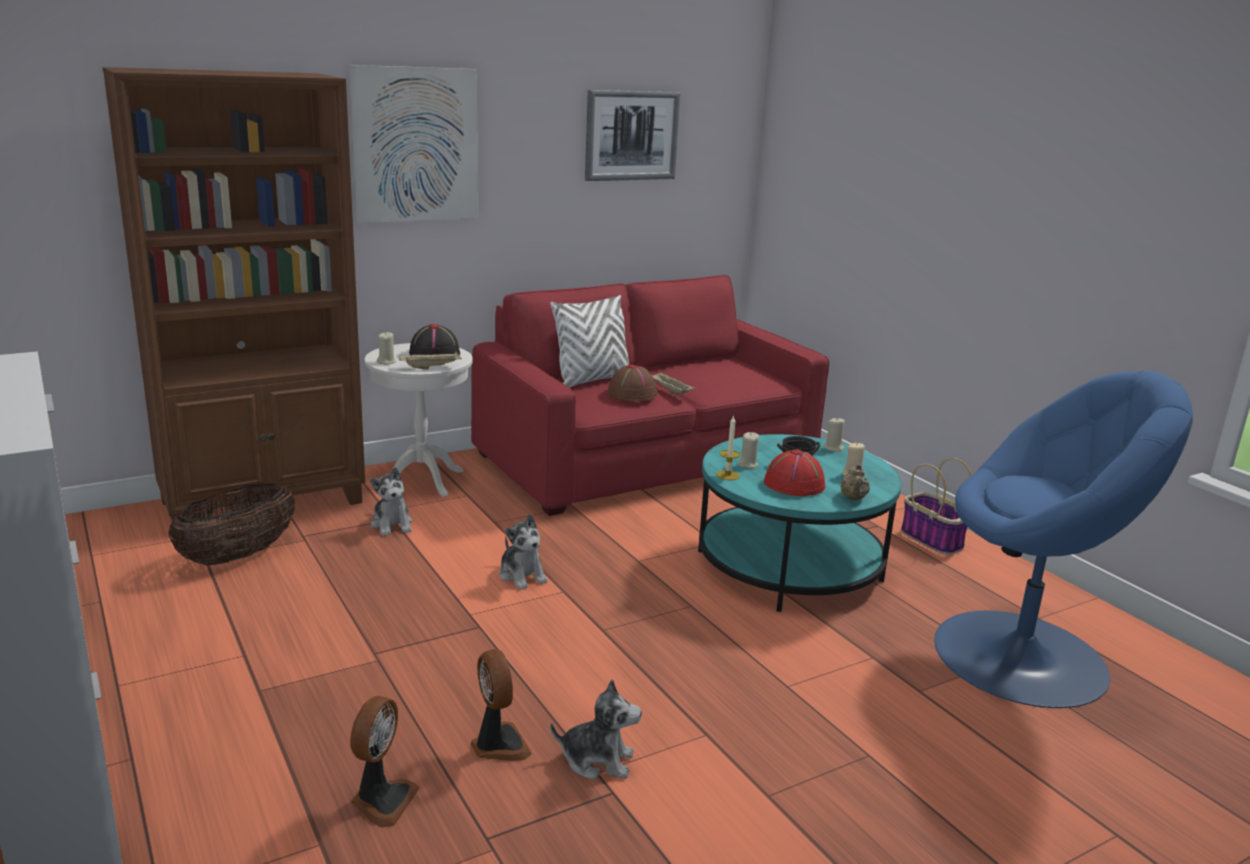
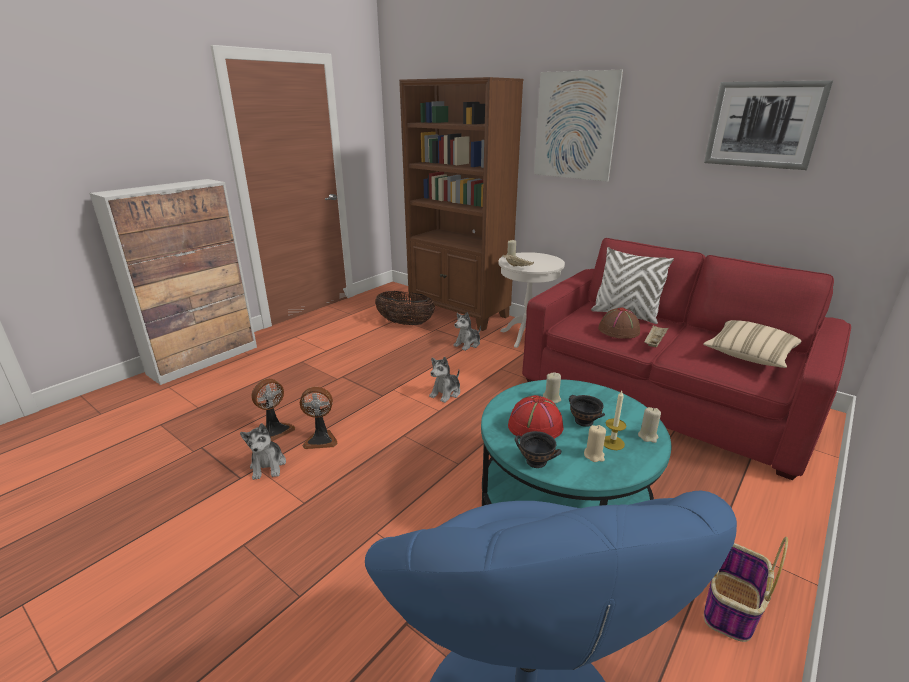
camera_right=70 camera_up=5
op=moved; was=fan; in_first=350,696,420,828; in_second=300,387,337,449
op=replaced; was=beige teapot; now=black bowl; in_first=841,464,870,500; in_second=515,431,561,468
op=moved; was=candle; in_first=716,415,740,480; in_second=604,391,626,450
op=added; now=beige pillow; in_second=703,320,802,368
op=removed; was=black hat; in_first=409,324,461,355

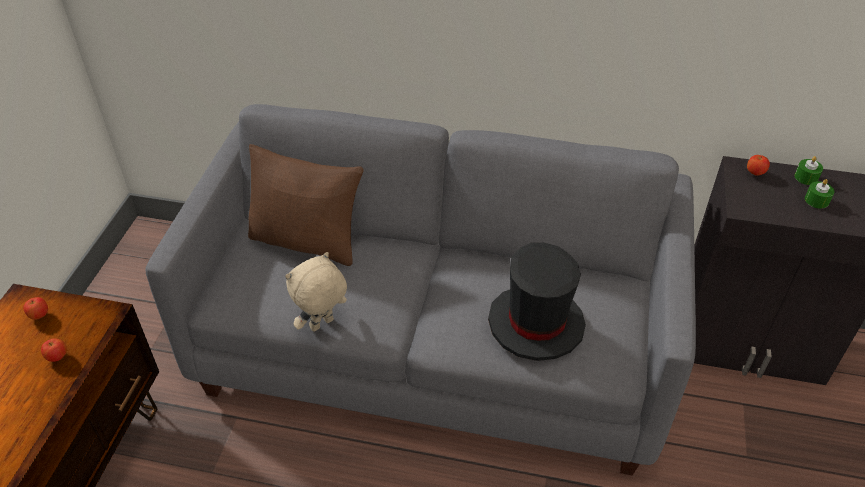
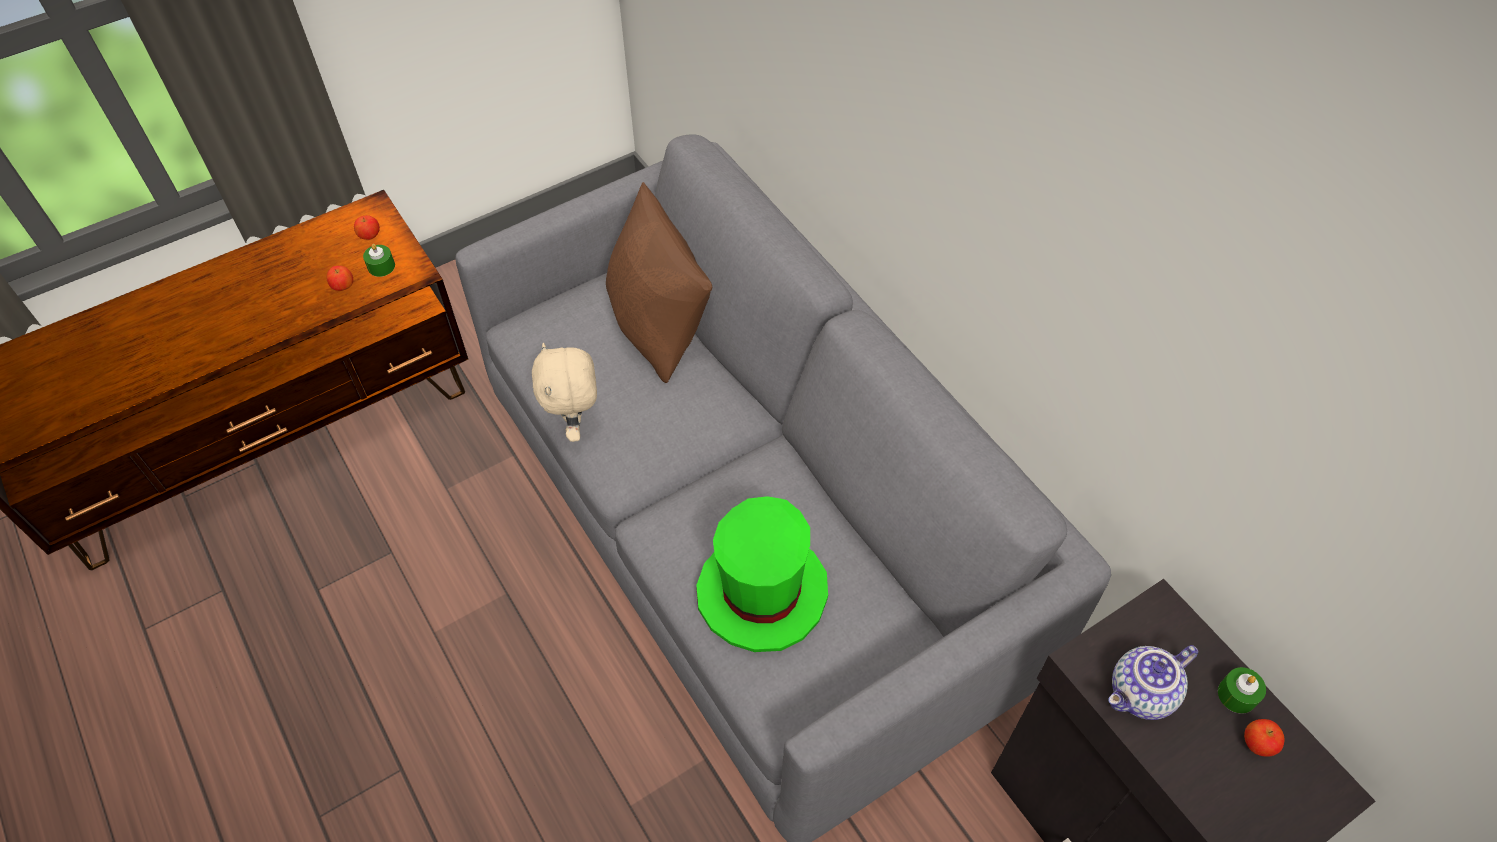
camera_right=45 camera_up=10
op=moved; was=green candle; in_first=805,179,835,209; in_second=363,244,395,277
op=turned; was=beige plush toy; in_first=285,252,347,332; in_second=532,343,597,442; clockwise=-105
op=recoloured; was=black hat; now=green hat; in_first=488,243,586,361; in_second=696,496,828,652
op=added; now=teapot; in_second=1108,645,1198,720
op=moved; was=apple; in_first=747,155,770,176; in_second=1244,719,1284,757

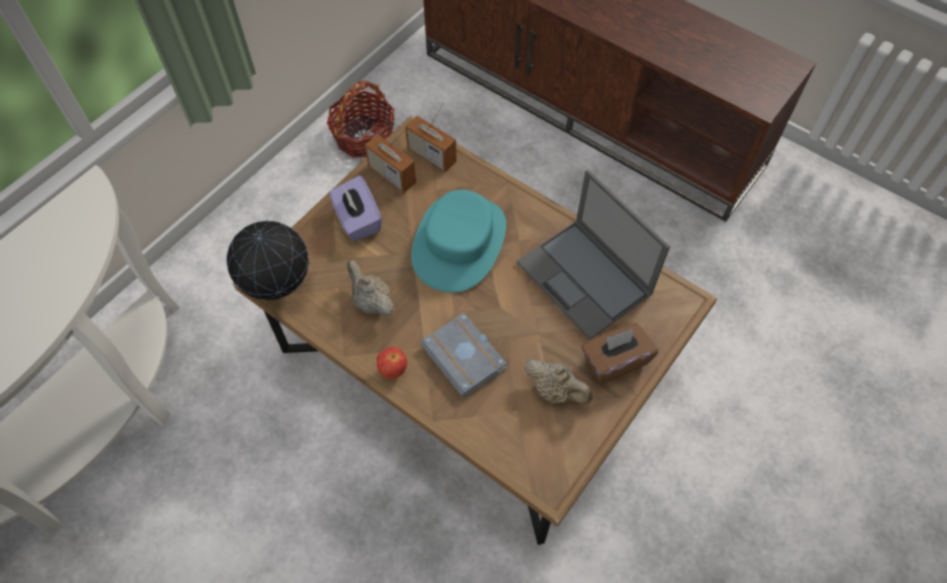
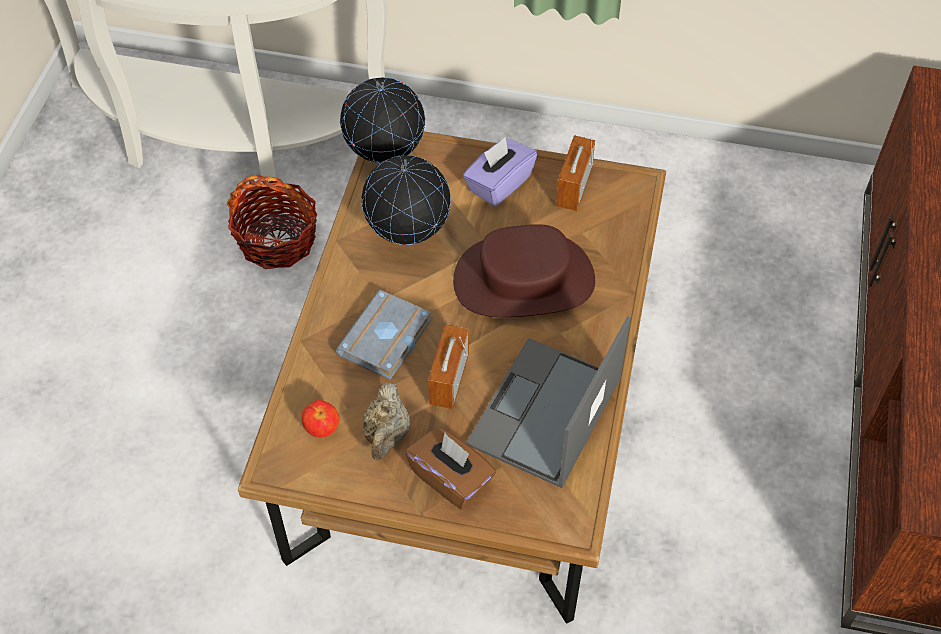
camera_right=65 camera_up=-5
op=moved; was=basket; in_first=327,81,395,158; in_second=227,175,317,269
op=moved; was=apple; in_first=377,347,407,379; in_second=302,399,340,437
op=replaced; was=beige teapot; now=globe; in_first=347,260,394,316; in_second=361,155,451,245
op=moved; was=radio; in_first=405,103,457,172; in_second=428,324,469,409
op=recoloured; was=turquoise hat; now=brown hat; in_first=411,190,506,293; in_second=453,224,595,317

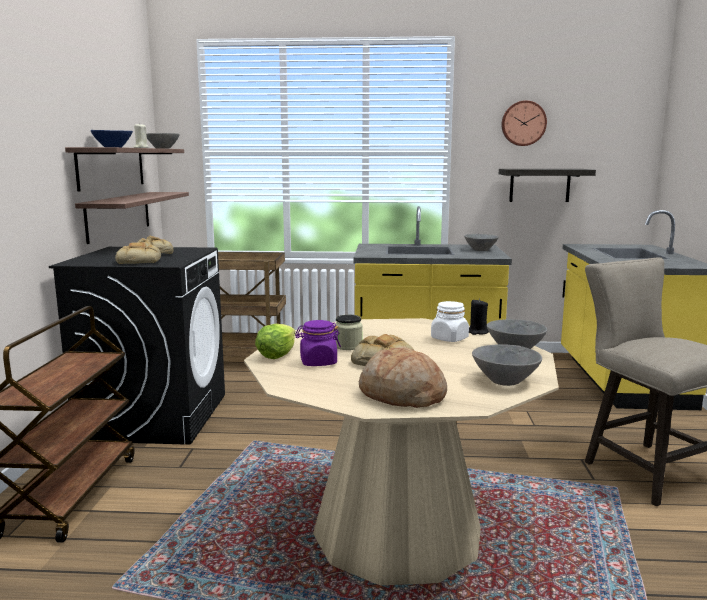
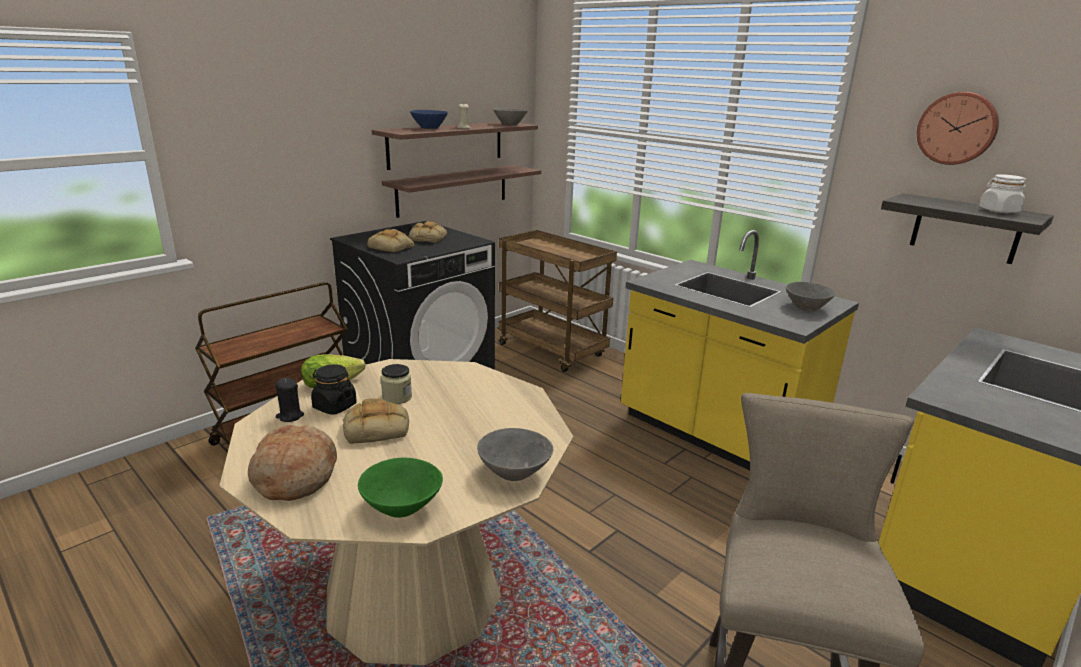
camera_right=40 camera_up=10
op=moved; was=black candle; in_first=469,299,489,335; in_second=275,378,304,422
op=recoloured; was=purple jar; now=black jar; in_first=295,320,341,366; in_second=311,364,357,415
op=recoloured; was=grey bowl; now=green bowl; in_first=472,344,542,386; in_second=358,458,443,517
op=moved; was=white jar; in_first=431,301,469,342; in_second=979,174,1026,213

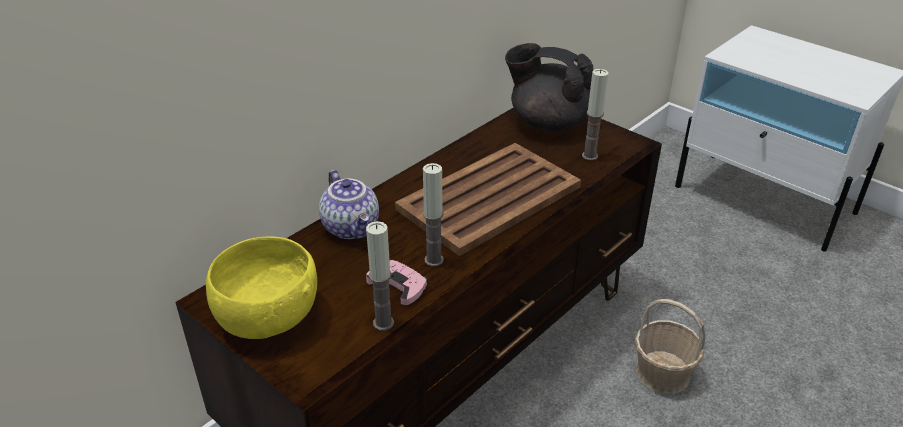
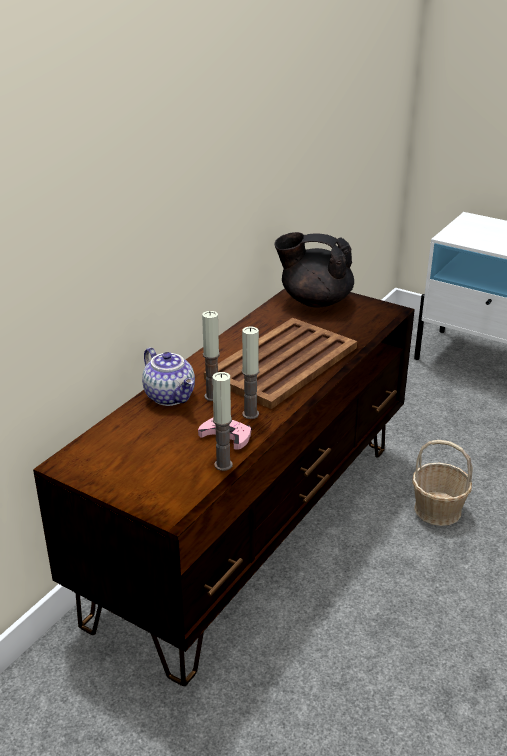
camera_right=-10 camera_up=-5
op=moved; was=candle; in_first=582,69,608,161; in_second=202,311,220,401
op=removed; was=yellow bowl; in_first=206,237,317,339

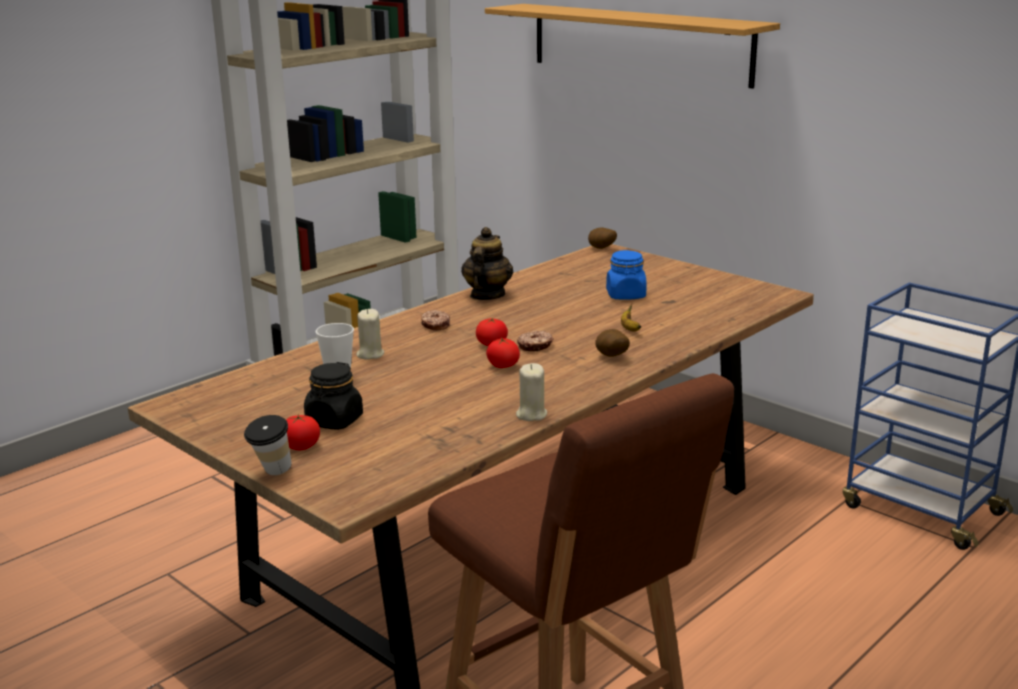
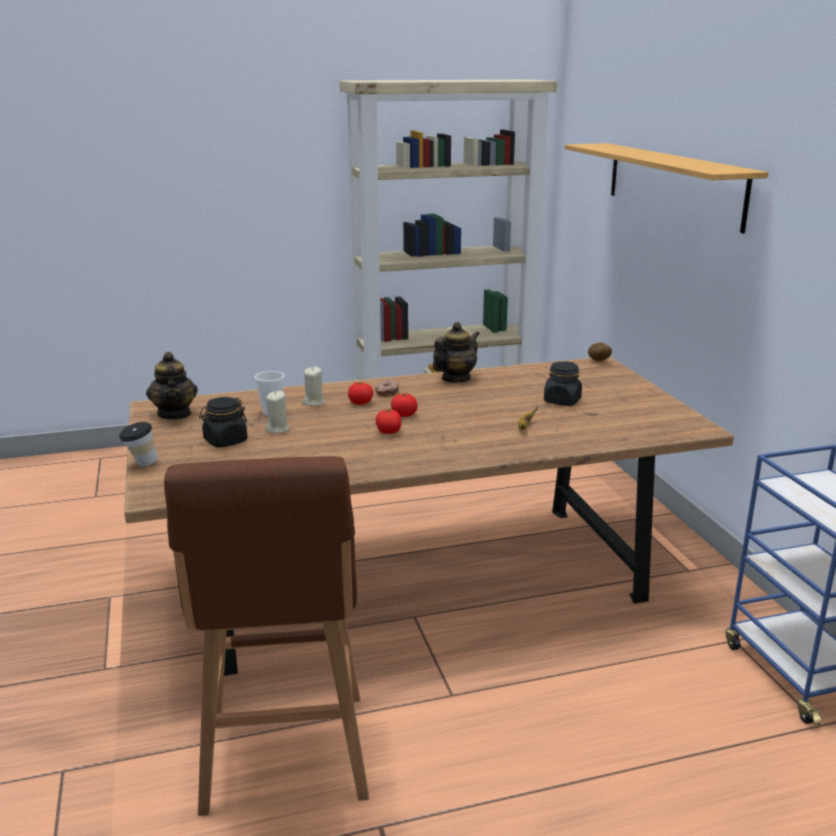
camera_right=30 camera_up=0
op=added; now=teapot; in_second=146,352,198,420
op=moved; was=beige candle; in_first=516,363,547,421; in_second=265,391,290,434
op=moved; was=tomato; in_first=286,414,320,450; in_second=348,382,373,405
op=recoloured; was=blue jar; now=black jar; in_first=606,250,647,300; in_second=544,361,582,406
op=removed; was=donut; in_first=517,331,554,351
op=removed; was=potato; in_first=595,329,630,357

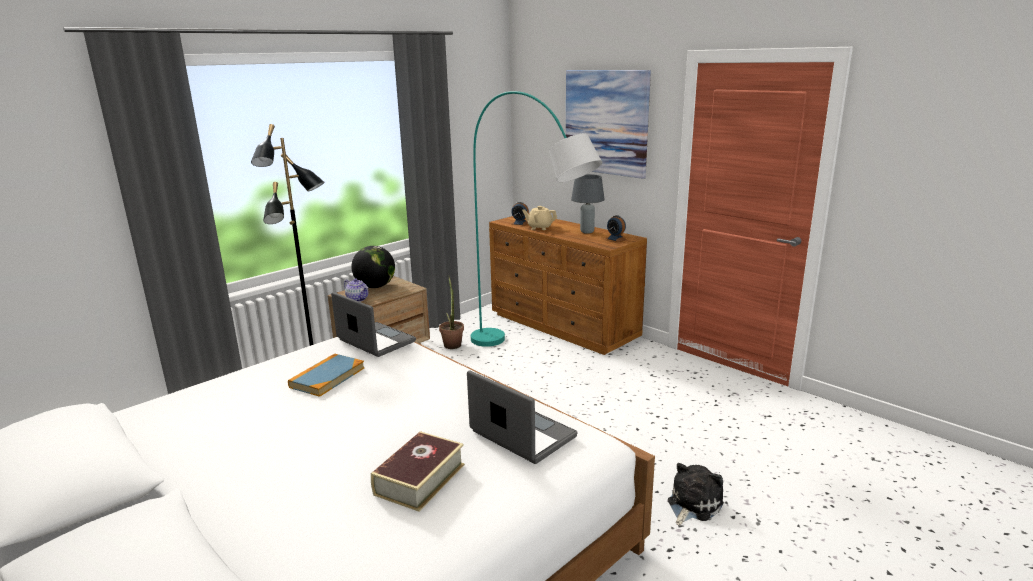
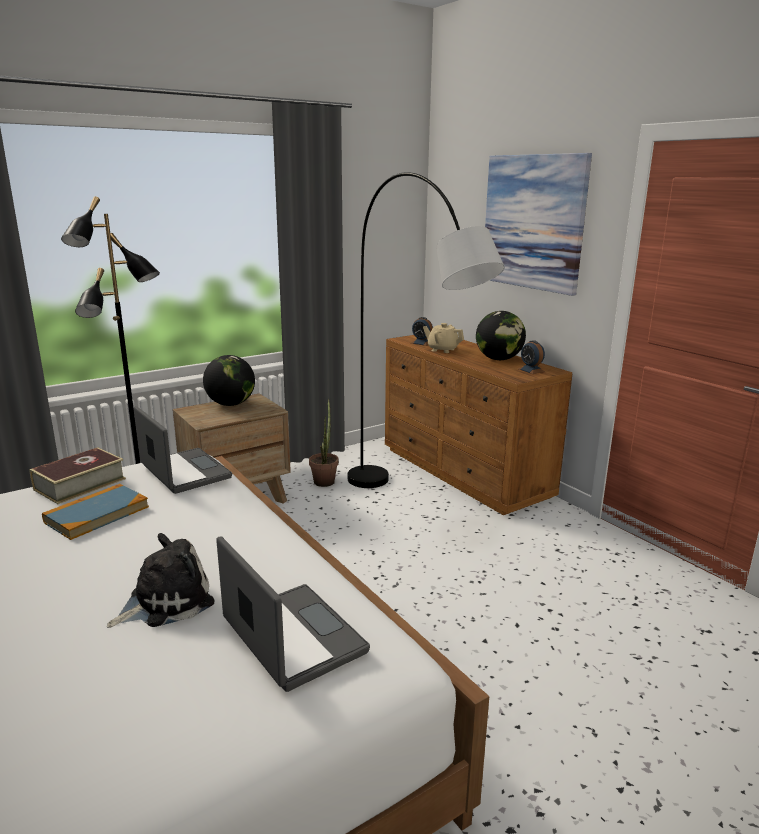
camera_right=10 camera_up=0
op=moved; was=book; in_first=371,431,465,512; in_second=29,447,126,504
op=moved; was=plush toy; in_first=668,463,724,526; in_second=106,533,215,628
op=recoloured; was=turquoise floor lamp; now=grey floor lamp; in_first=471,91,602,347; in_second=347,172,505,488
op=replaced; was=grey table lamp; now=globe; in_first=571,174,605,234; in_second=476,311,526,360
op=removed; was=teapot; in_first=344,278,368,302

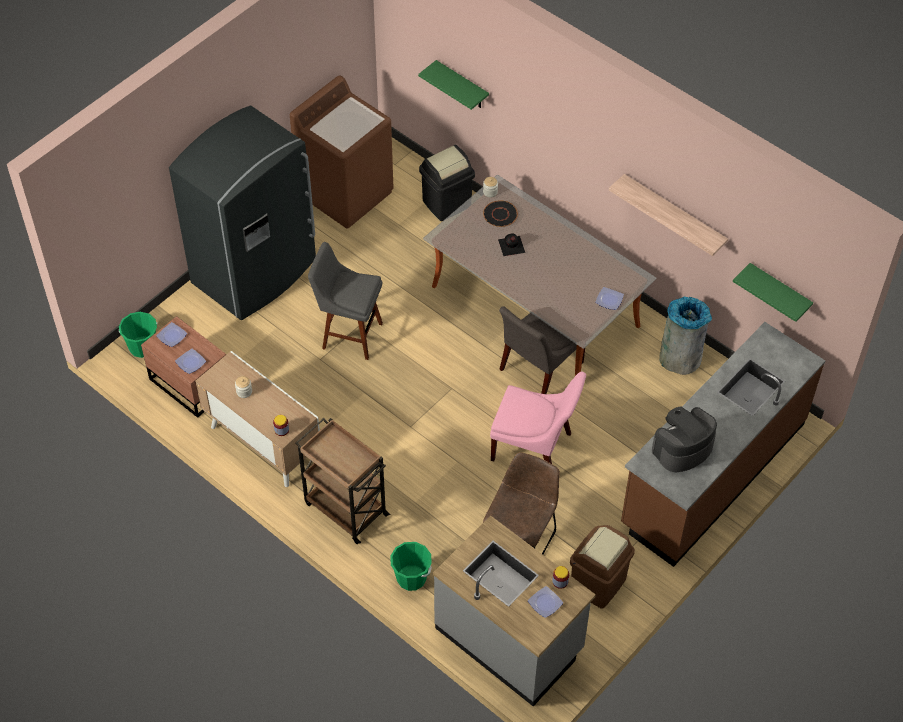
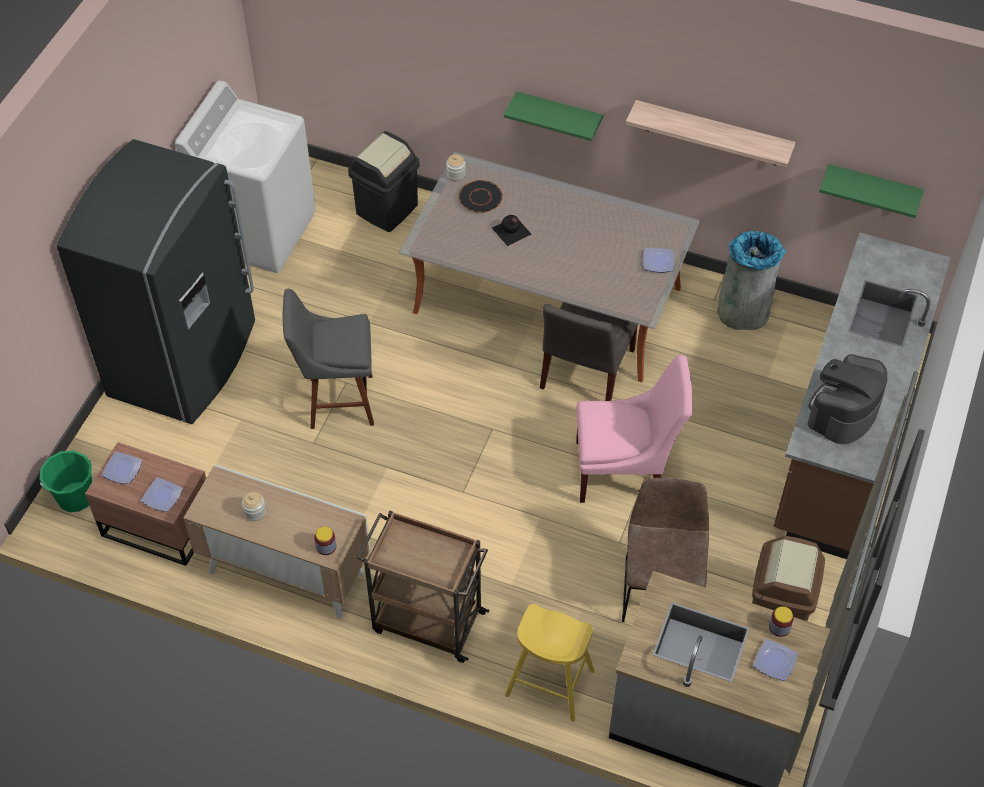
camera_right=-20 camera_up=0
op=recoloured; was=brown washing machine; now=white washing machine; in_first=290,76,393,229; in_second=175,80,316,273
op=moved; was=green shelf; in_first=418,60,489,110; in_second=504,91,603,141
op=replaced; was=green bucket; now=yellow stool; in_first=390,542,432,591; in_second=505,604,595,722

